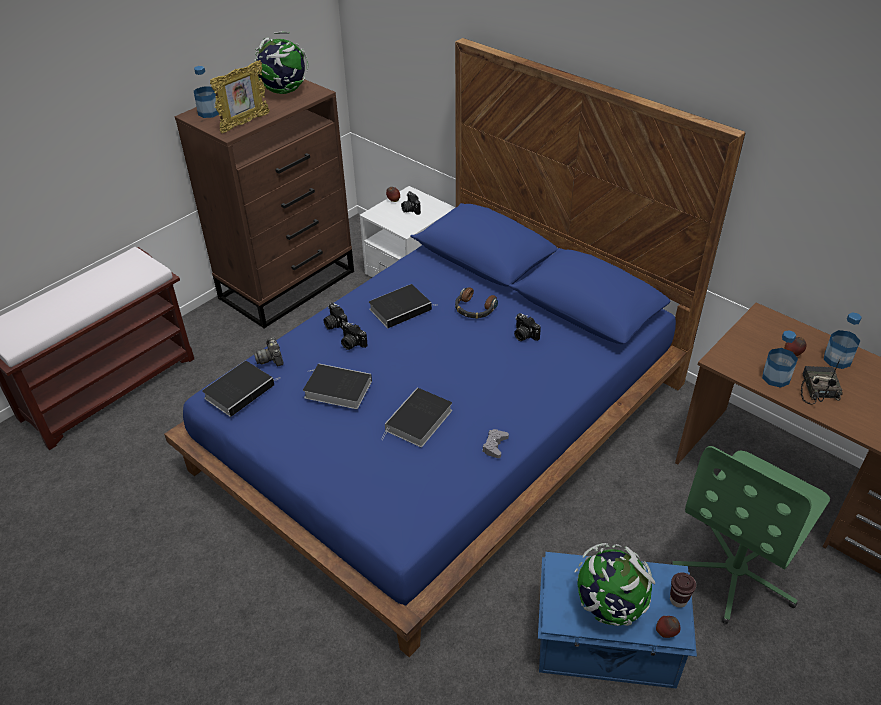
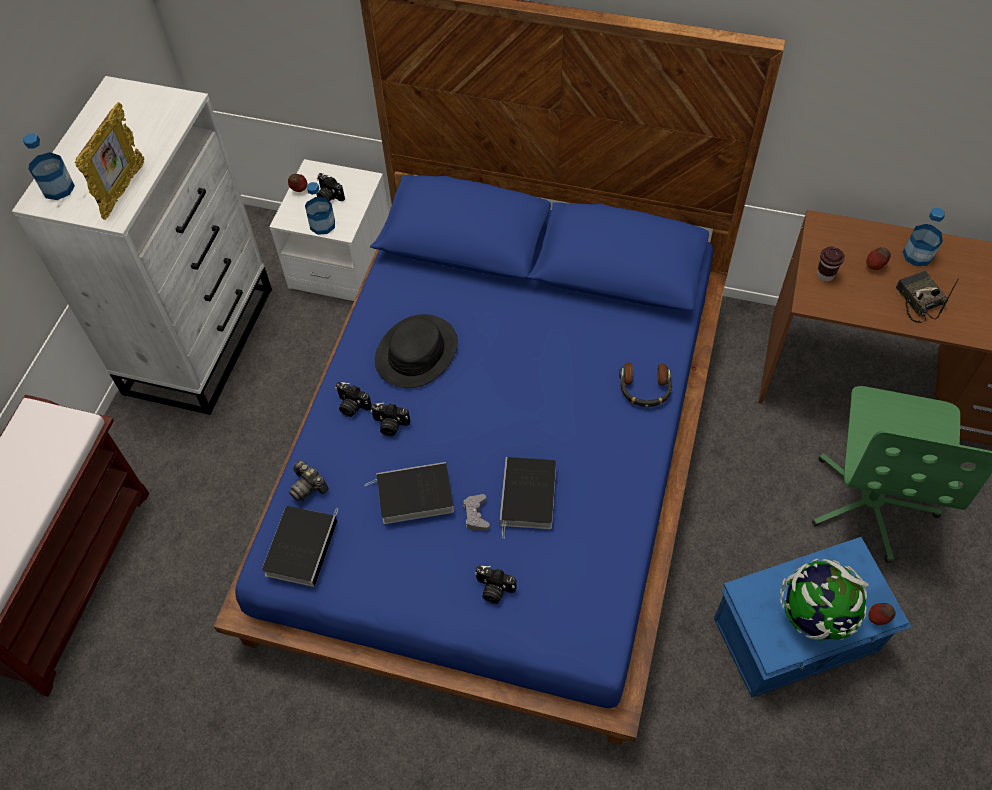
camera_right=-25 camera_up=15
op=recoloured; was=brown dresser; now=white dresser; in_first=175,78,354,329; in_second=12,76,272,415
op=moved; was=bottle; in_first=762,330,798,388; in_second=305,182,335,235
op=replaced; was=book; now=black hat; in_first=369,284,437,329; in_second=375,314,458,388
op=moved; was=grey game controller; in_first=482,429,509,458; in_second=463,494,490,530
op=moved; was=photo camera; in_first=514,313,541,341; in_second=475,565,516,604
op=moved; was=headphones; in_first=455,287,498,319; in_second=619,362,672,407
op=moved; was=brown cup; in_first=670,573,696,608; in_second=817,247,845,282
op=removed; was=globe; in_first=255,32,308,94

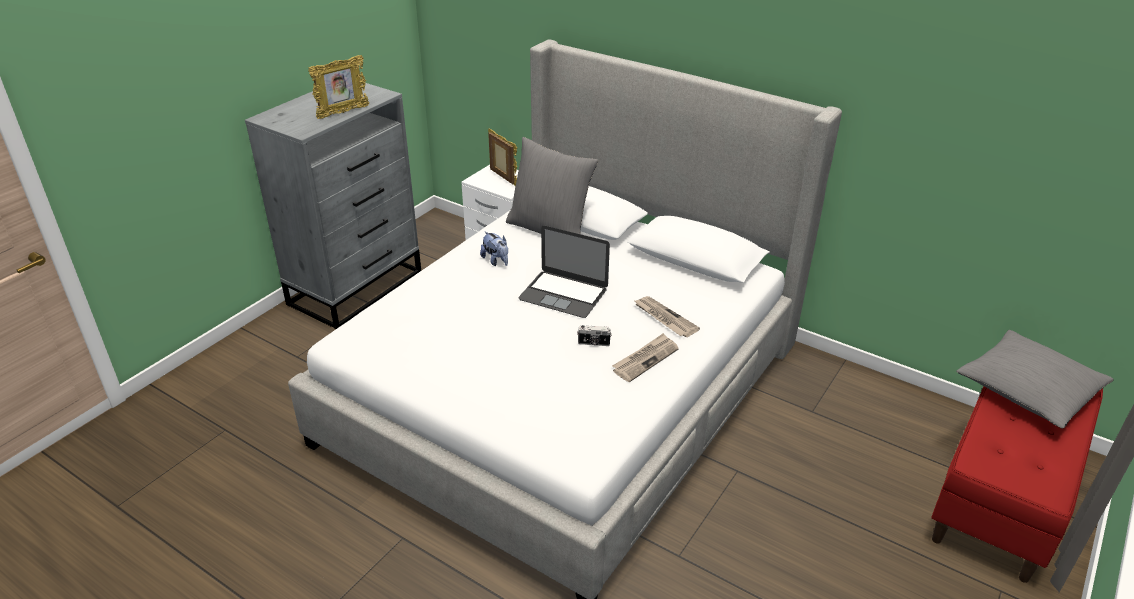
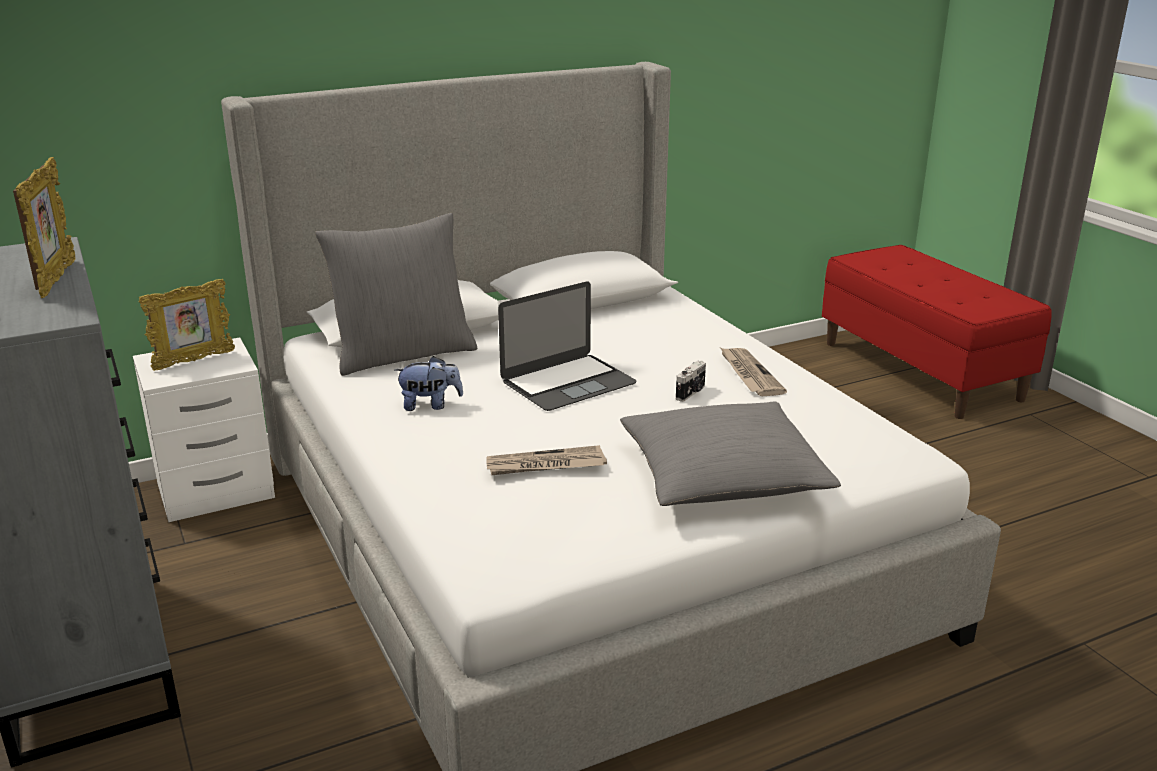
camera_right=-60 camera_up=-10
op=turned; was=picture frame; in_first=488,128,517,186; in_second=139,279,235,371; clockwise=150
op=moved; was=newspaper; in_first=633,296,700,337; in_second=486,445,607,475
op=moved; was=grey pillow; in_first=956,330,1114,429; in_second=620,402,841,506

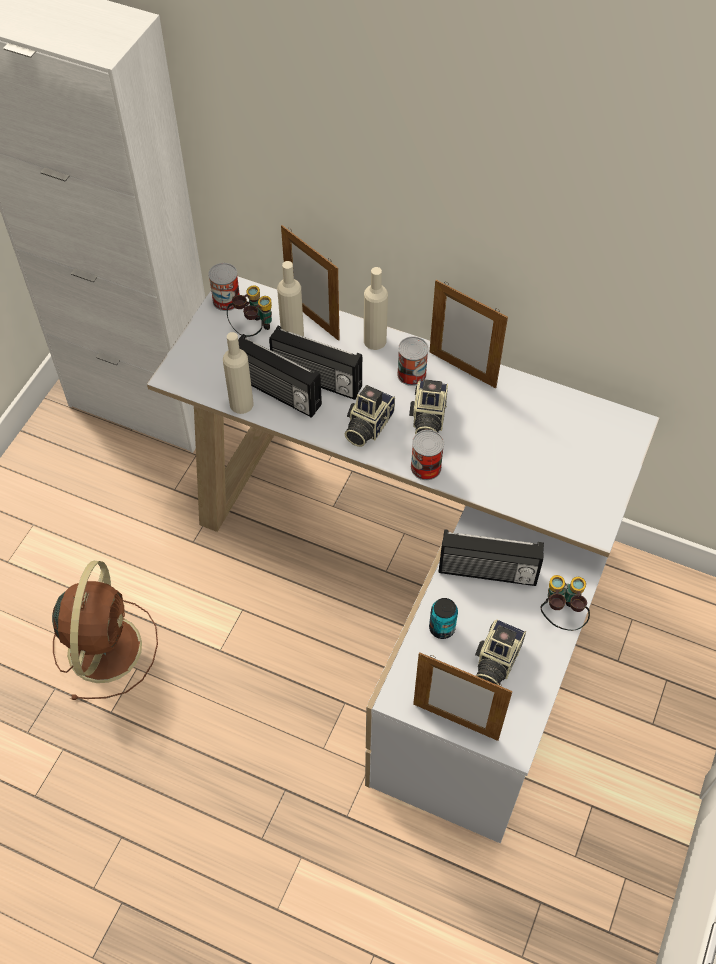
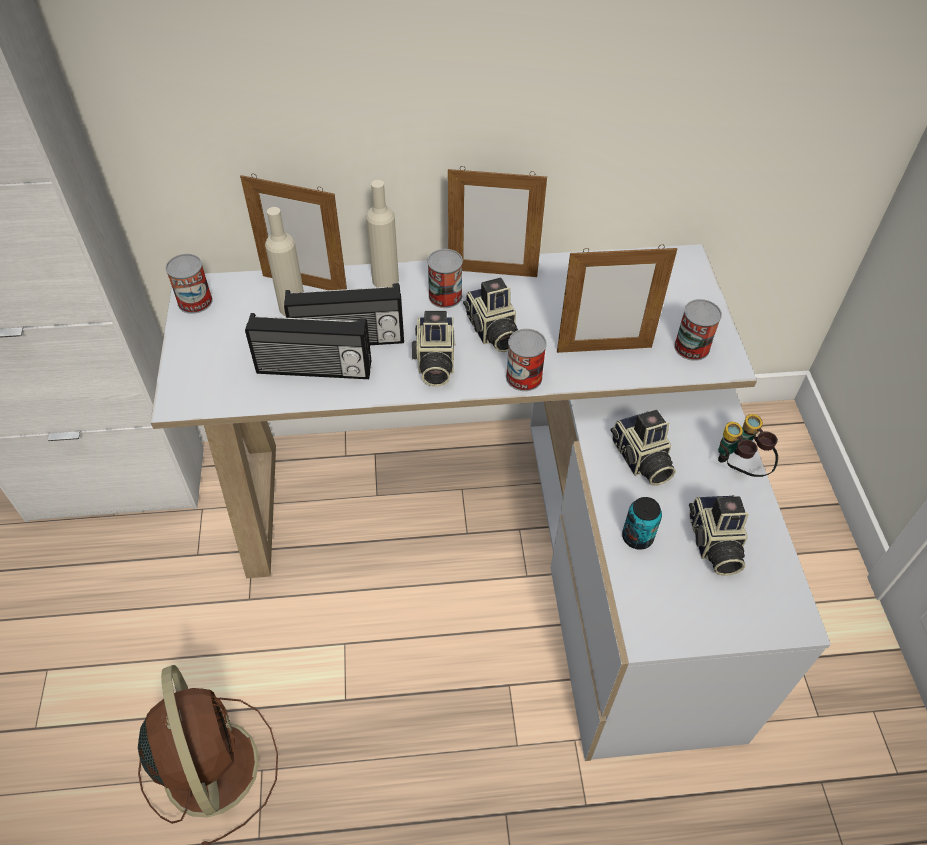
camera_right=-30 camera_up=-5
op=moved; was=picture frame; in_first=413,652,512,741; in_second=557,245,677,353
op=replaced; was=radio; now=photo camera; in_first=439,529,544,586; in_second=610,410,676,486
op=added; now=can; in_second=674,299,722,361
op=removed; was=beige bottle; in_first=223,332,254,414
op=removed; was=binoculars; in_first=227,285,272,337

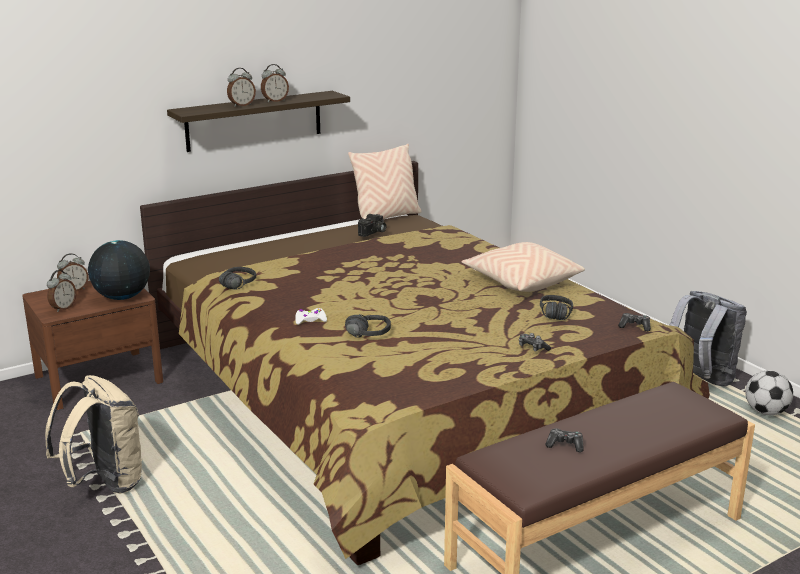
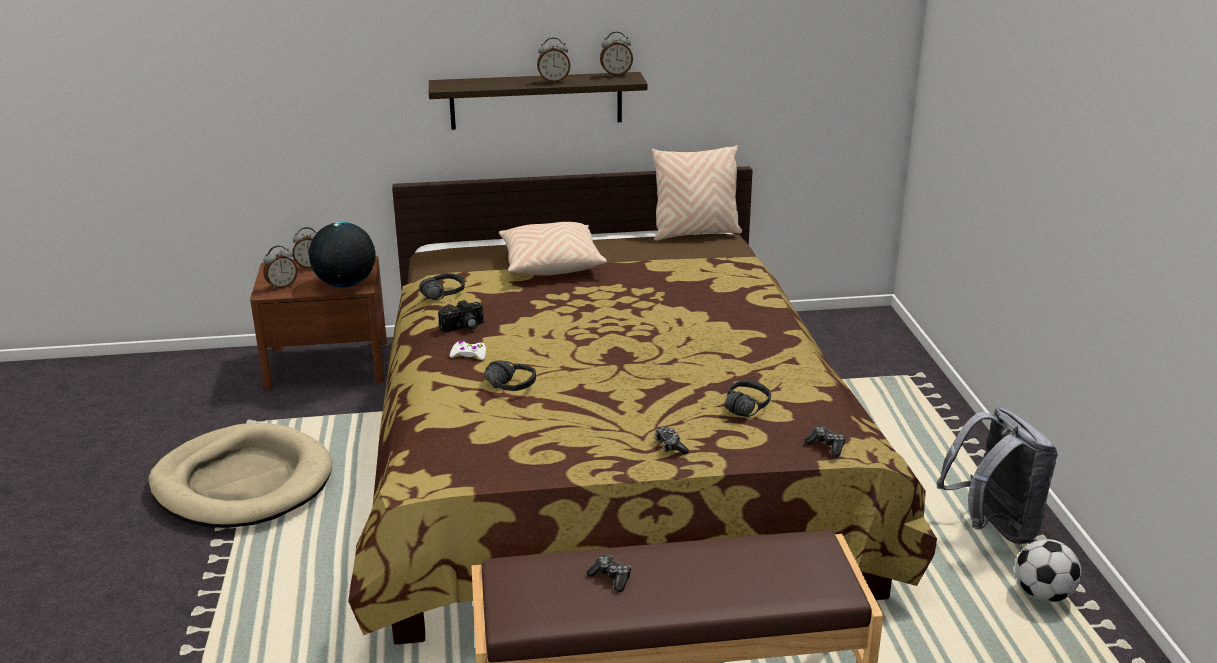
camera_right=25 camera_up=5
op=replaced; was=beige backpack; now=beige dog bed; in_first=45,375,143,494; in_second=149,423,332,528
op=moved; was=photo camera; in_first=358,214,386,237; in_second=438,300,483,332
op=moved; was=beige pillow; in_first=462,242,585,292; in_second=499,222,607,276
op=moved; was=alarm clock; in_first=227,68,256,107; in_second=600,31,633,76

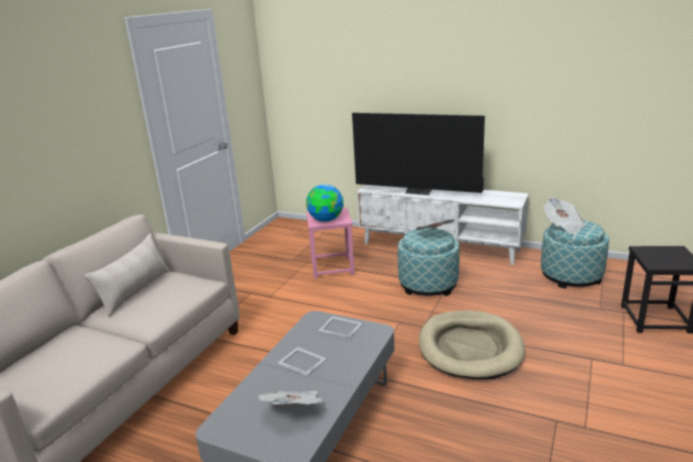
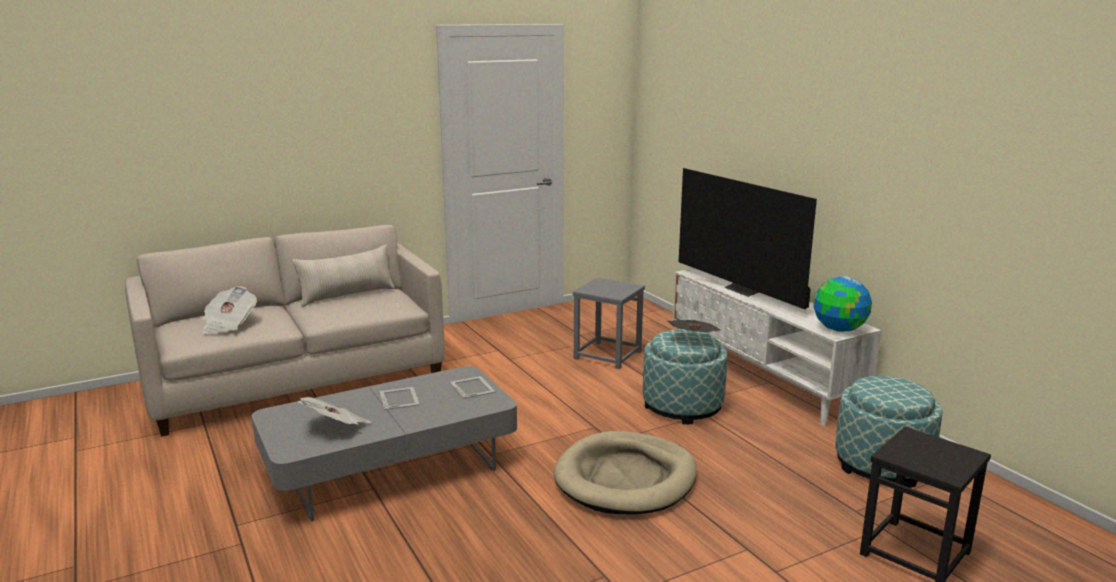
camera_right=35 camera_up=-5
op=moved; was=newspaper; in_first=543,198,586,234; in_second=202,286,257,334
op=recoloured; was=pink stool; now=grey stool; in_first=306,208,355,279; in_second=573,278,645,369
op=moved; was=globe; in_first=306,184,344,221; in_second=814,276,872,332

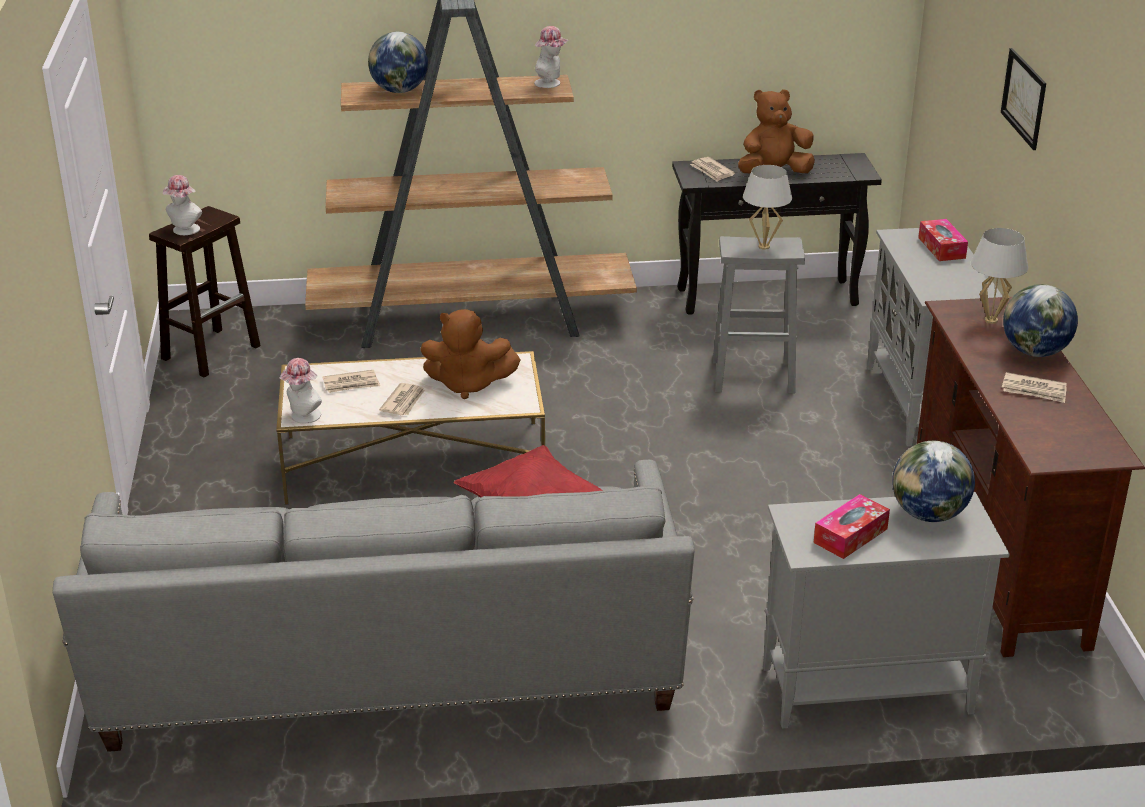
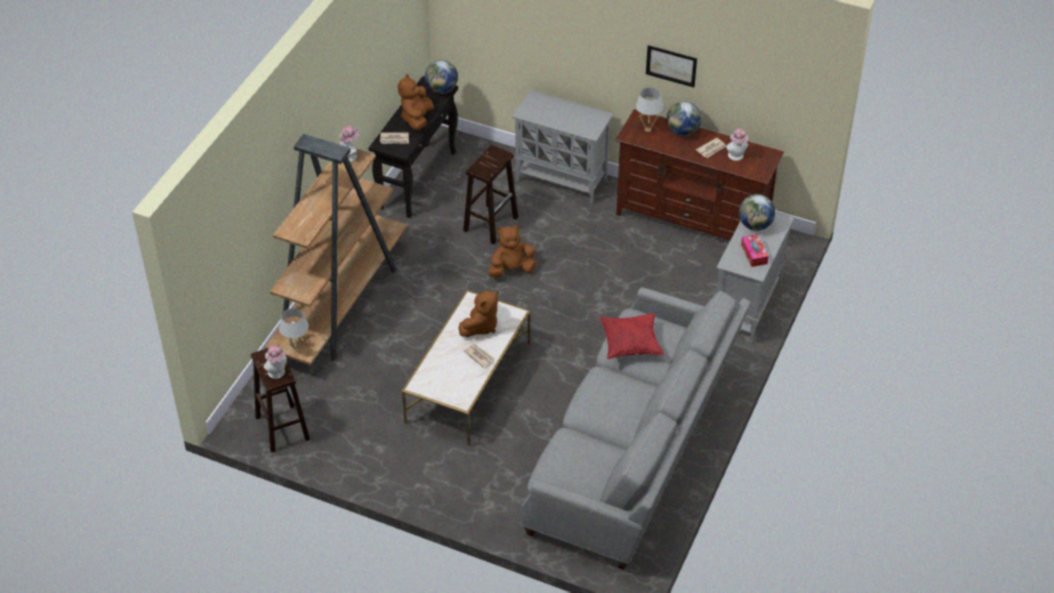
camera_right=-60 camera_up=15
op=moved; was=white table lamp; in_first=743,165,792,250; in_second=279,308,309,352
op=moved; was=globe; in_first=368,32,428,93; in_second=425,60,458,94
op=recoloured; was=grey stool; now=brown stool; in_first=713,236,805,394; in_second=463,145,518,244
op=added; now=brown plush toy; in_second=488,226,537,278
op=moved; was=picture; in_first=1001,48,1046,150; in_second=646,45,697,87
op=moved; was=hat; in_first=279,358,322,423; in_second=726,128,749,161
op=removed; was=newspaper; in_first=322,370,380,393
op=removed; was=tissue box; in_first=918,219,968,261

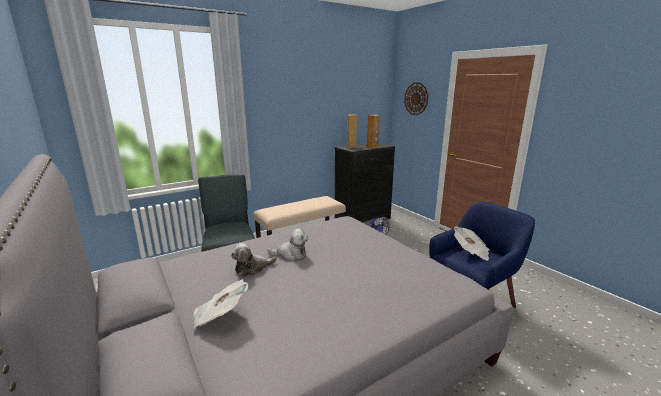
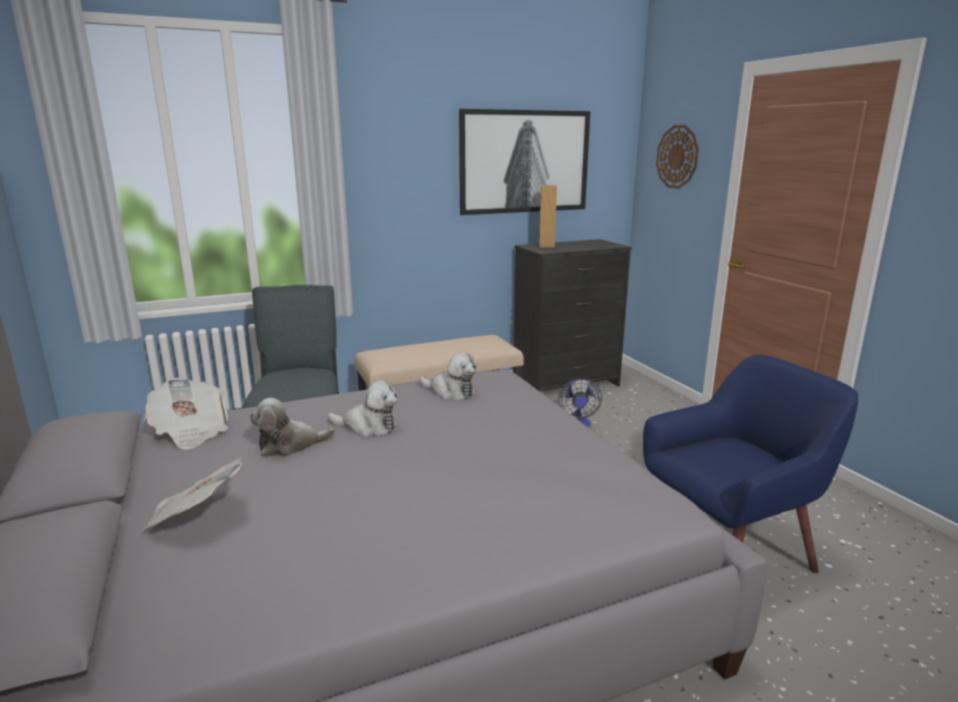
camera_right=10 camera_up=0
op=moved; was=newspaper; in_first=454,226,490,261; in_second=144,377,228,450
op=added; now=plush toy; in_second=419,352,477,400
op=added; now=picture; in_second=459,109,590,215
op=removed; was=brown speaker; in_first=367,115,380,148

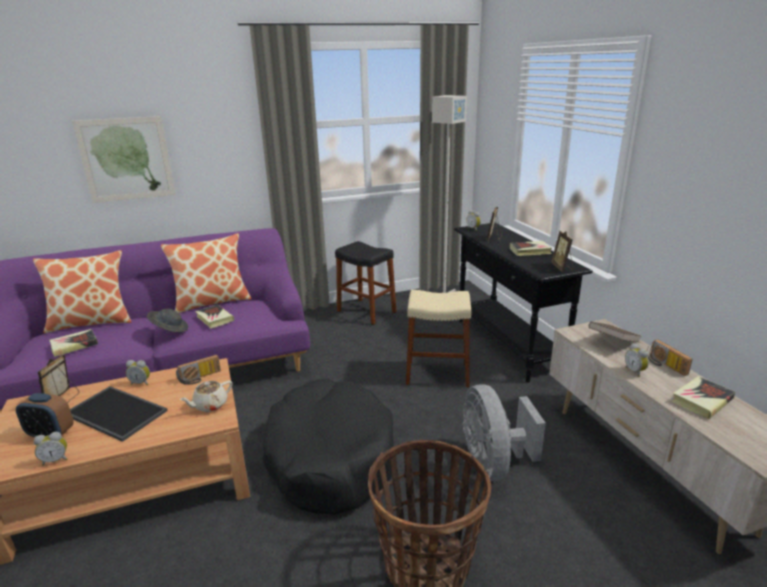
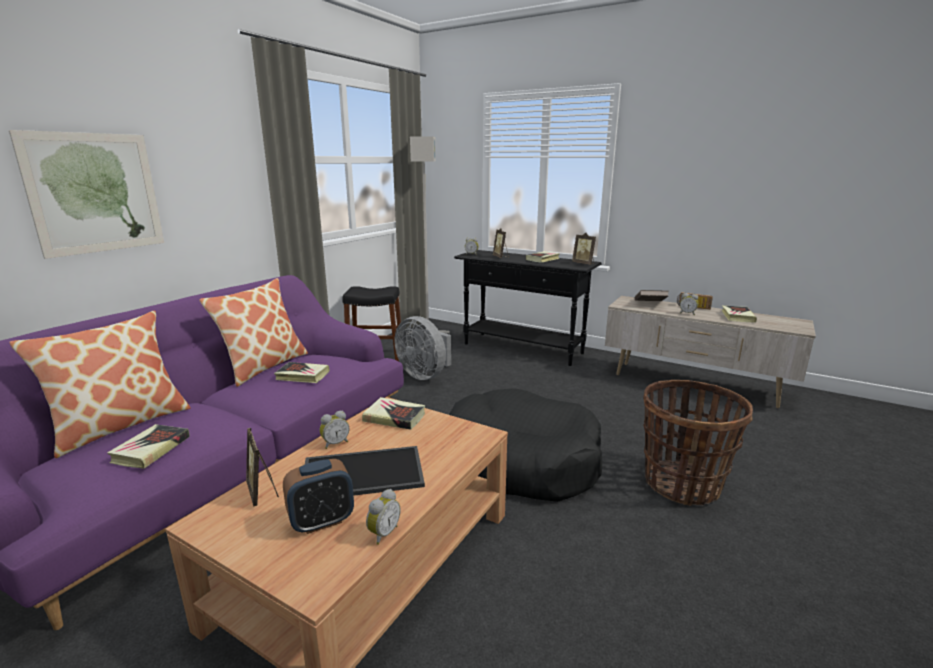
camera_right=-40 camera_up=-5
op=replaced; was=radio; now=book; in_first=176,355,221,385; in_second=362,397,425,430
op=moved; was=grey fan; in_first=463,384,546,481; in_second=395,316,451,380
op=removed; was=grey hat; in_first=147,309,188,332
op=removed; was=beige teapot; in_first=179,381,233,412
op=removed; was=beige stool; in_first=406,290,471,388

